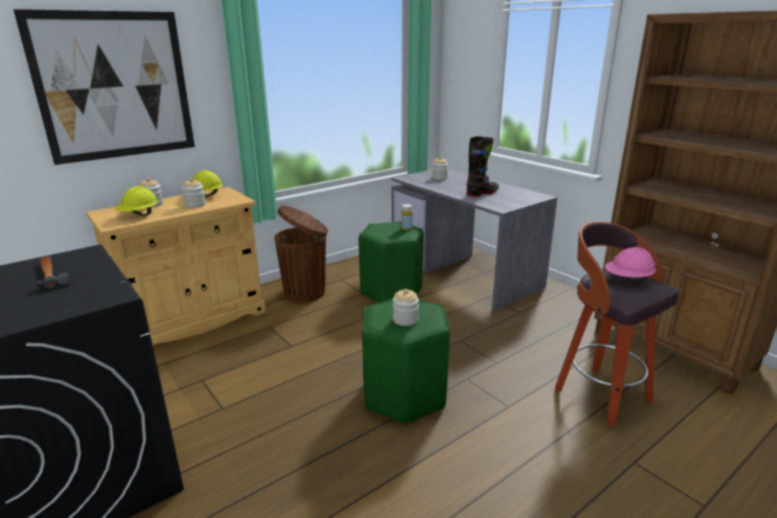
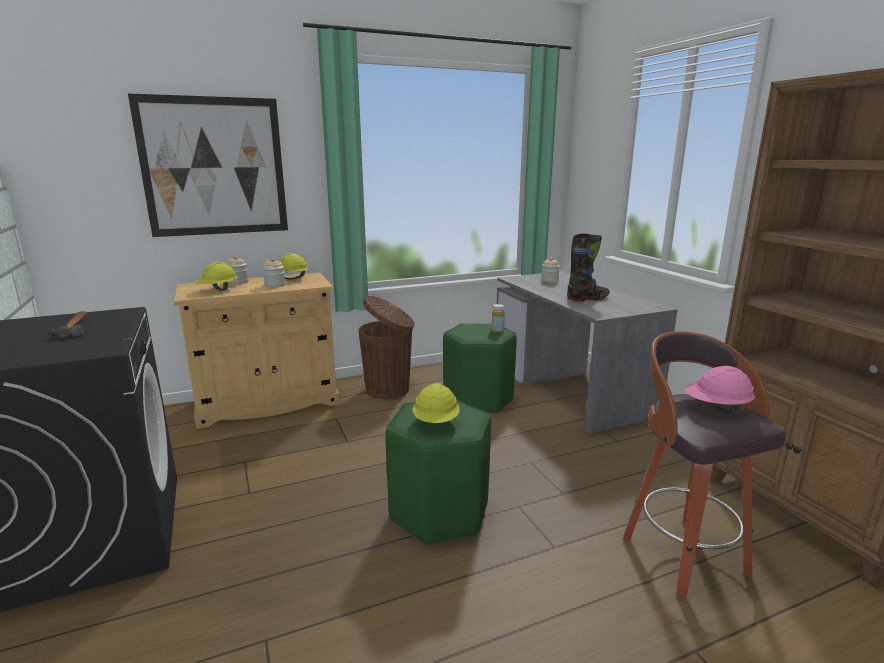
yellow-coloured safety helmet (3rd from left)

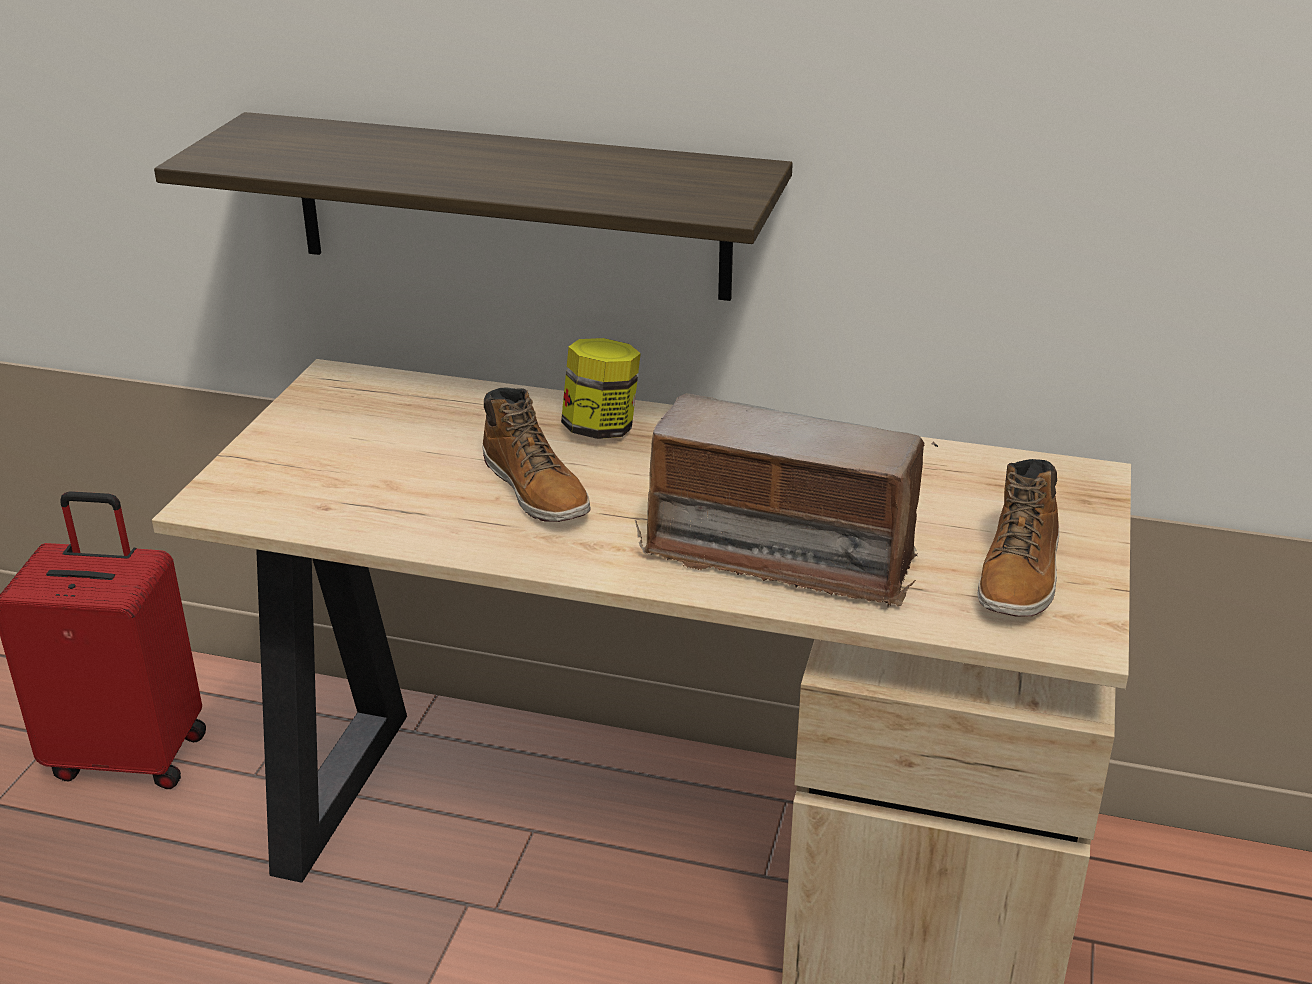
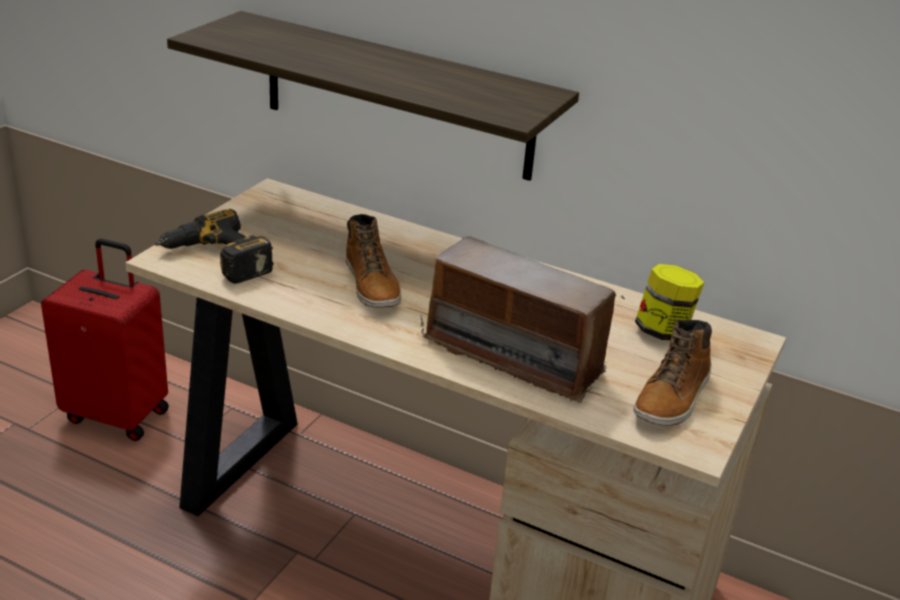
electric drill
jar

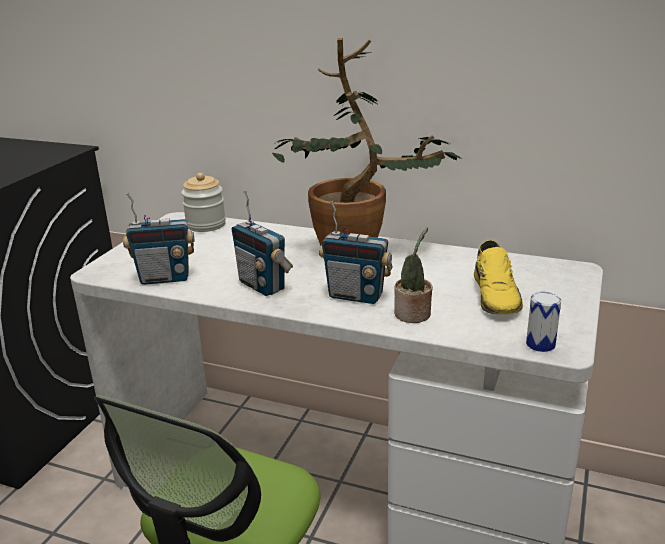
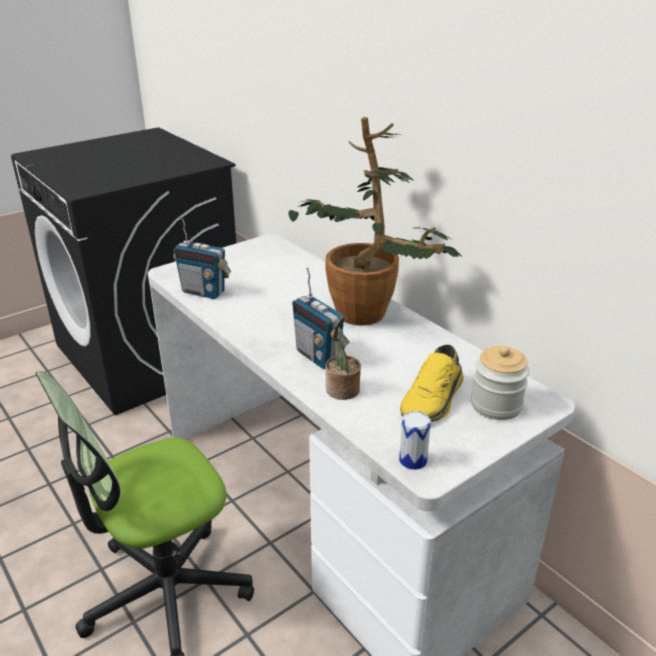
radio (2nd from left in the first image)
jar

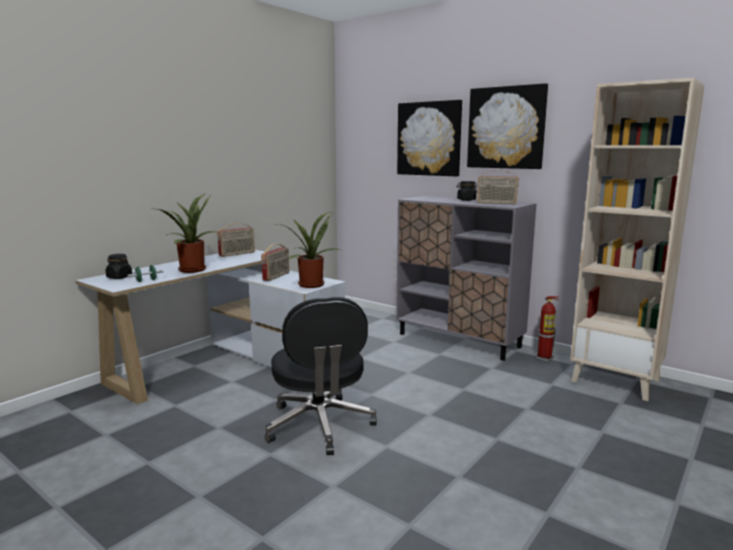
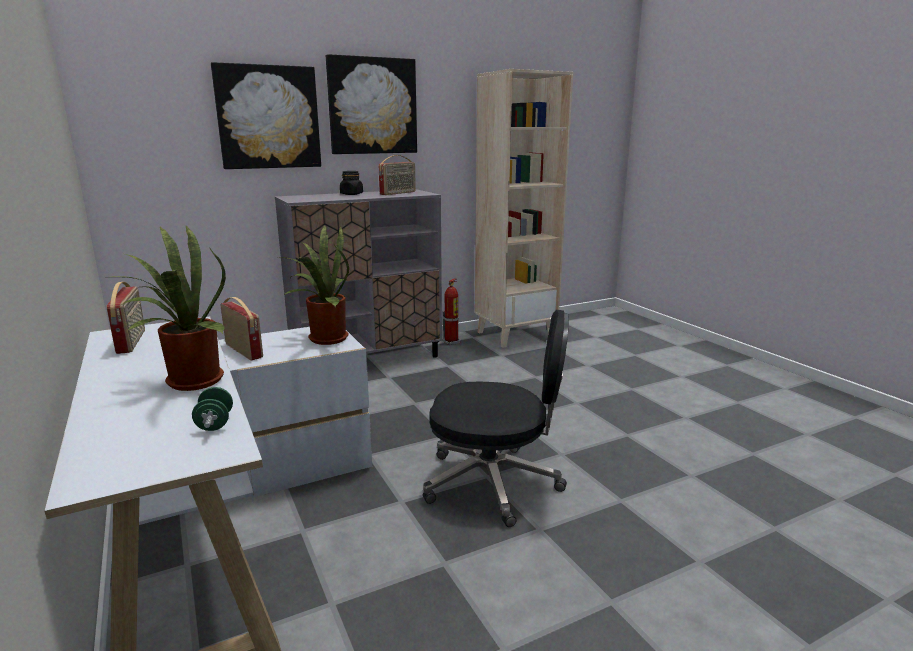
black-coloured jar (1st from left in the first image)

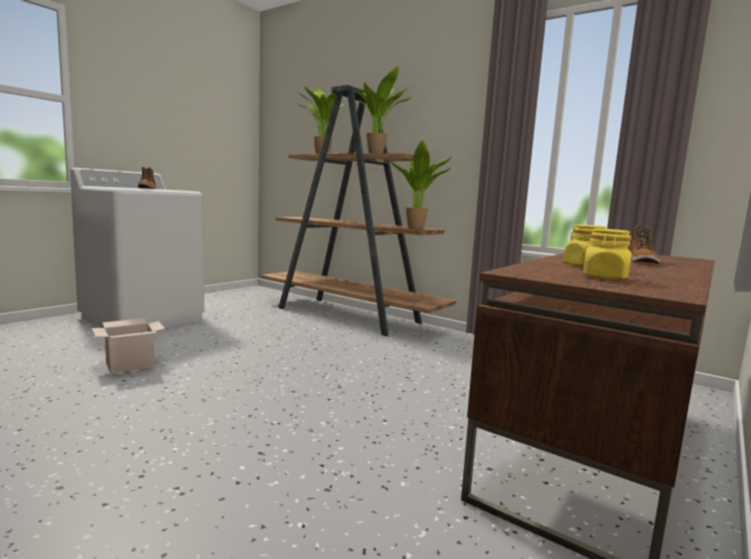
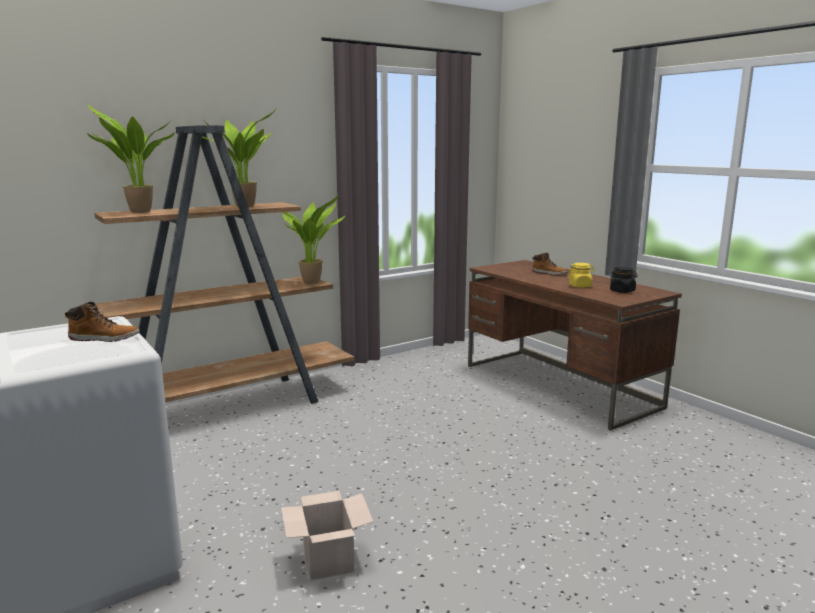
black-coloured jar

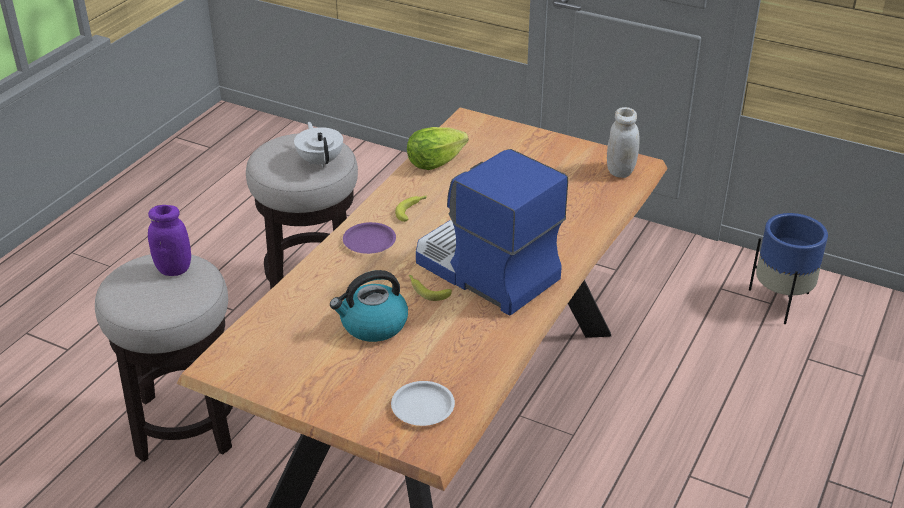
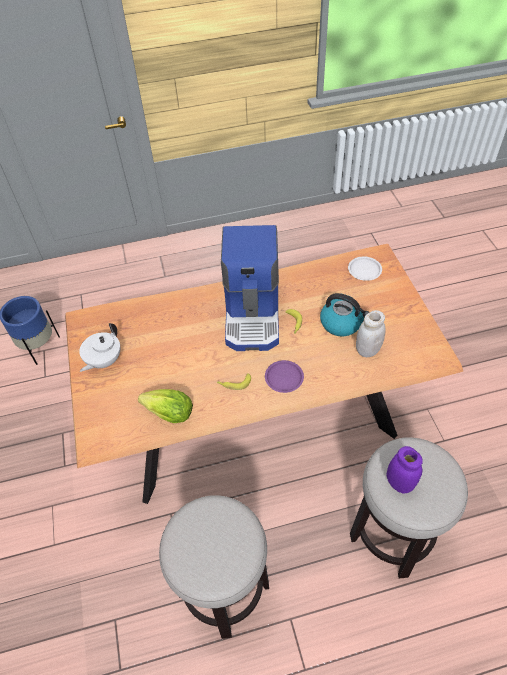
white-coloured teapot
white-coloured jar

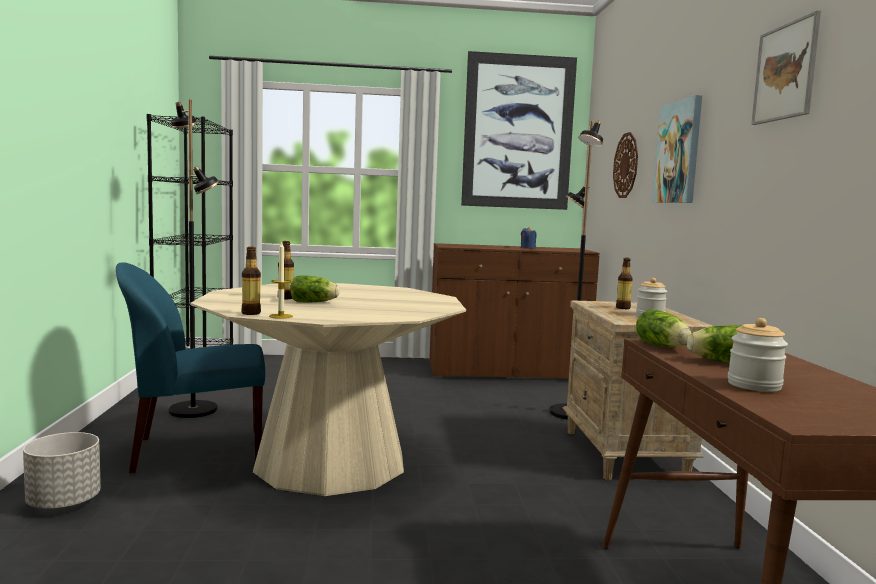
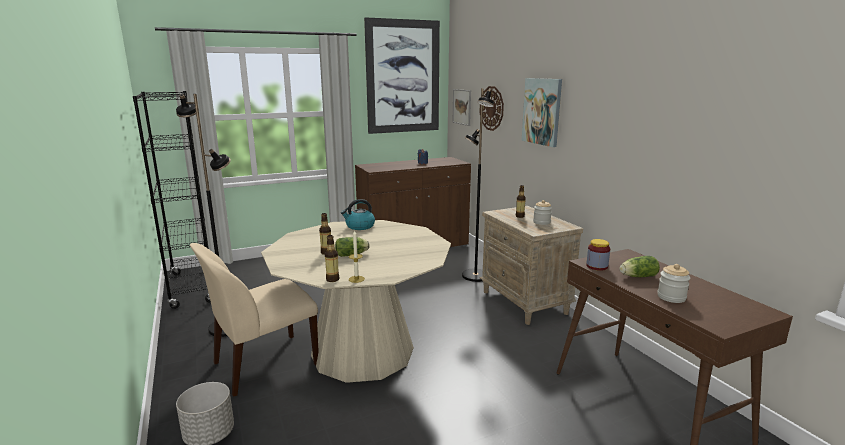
kettle
wall picture (2nd from left)
jar (2nd from left)
beige upright chair

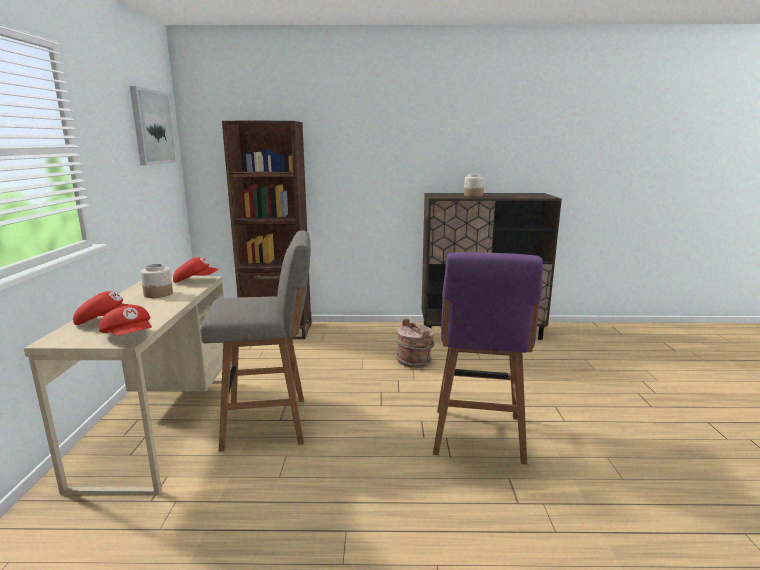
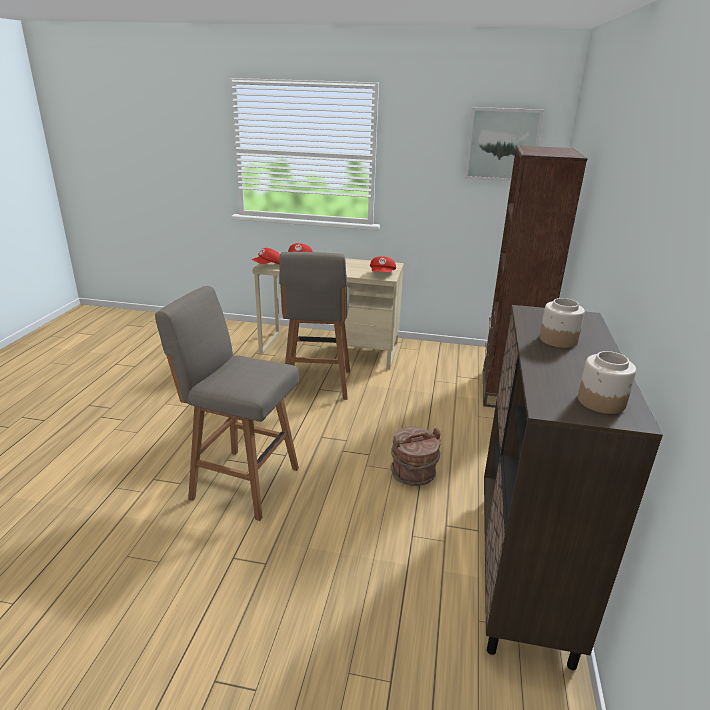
jar (2nd from left)
greyish stool (1st from left)

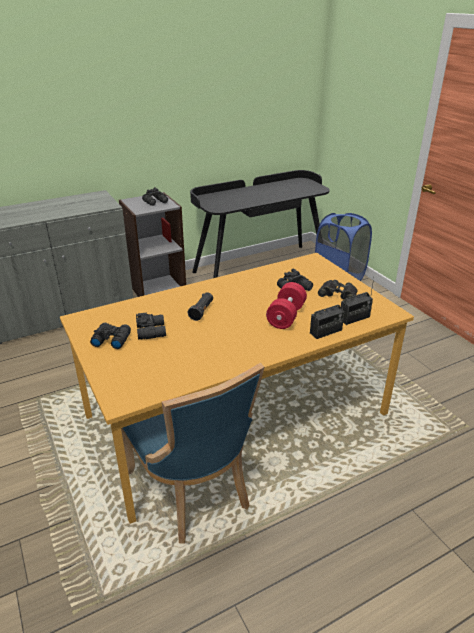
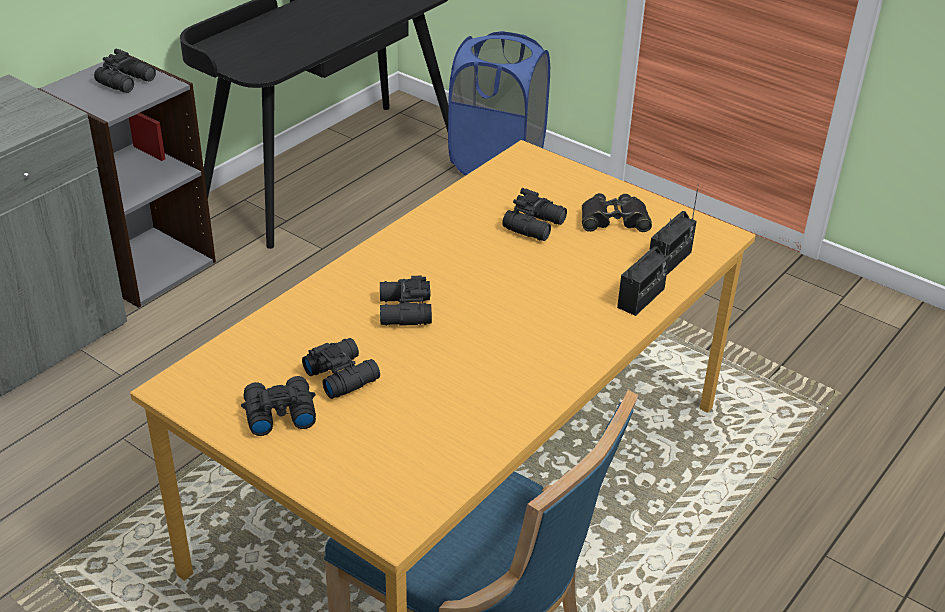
red-coloured free weight
black-coloured field glasses (4th from left)

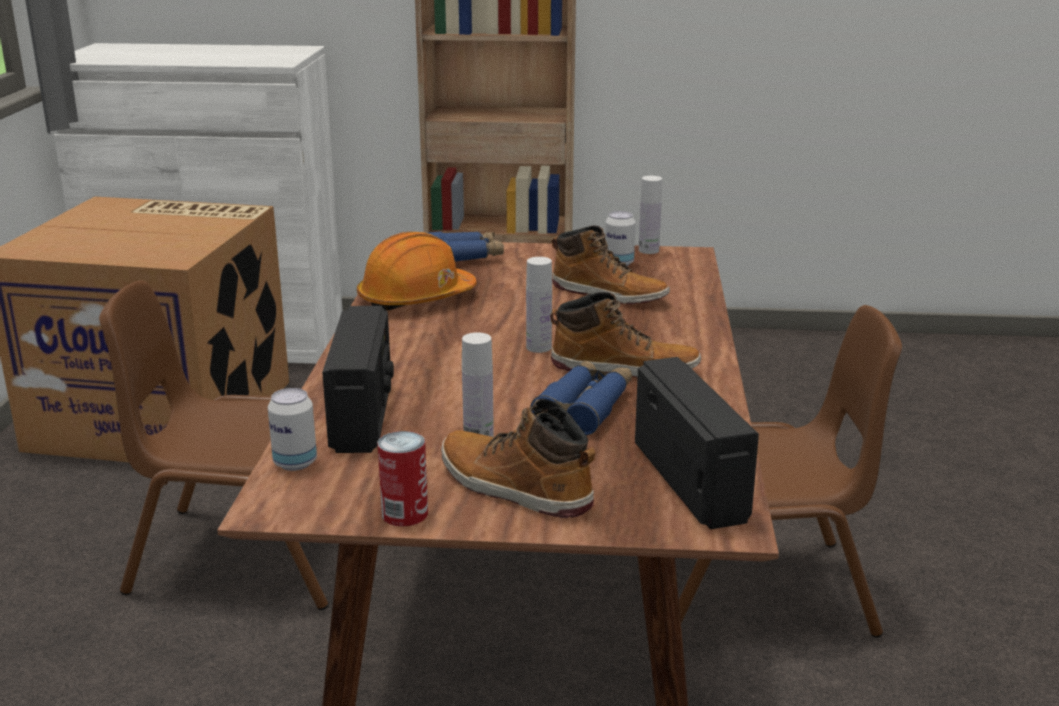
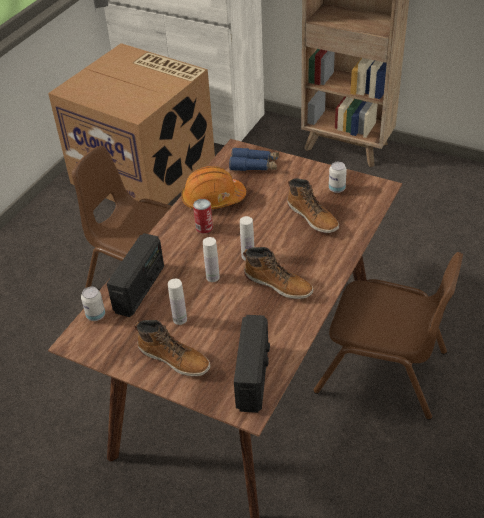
bluish field glasses (2nd from left in the first image)
sealed can (2nd from left)
white-coloured bottle (2nd from left)
boot (1st from left)

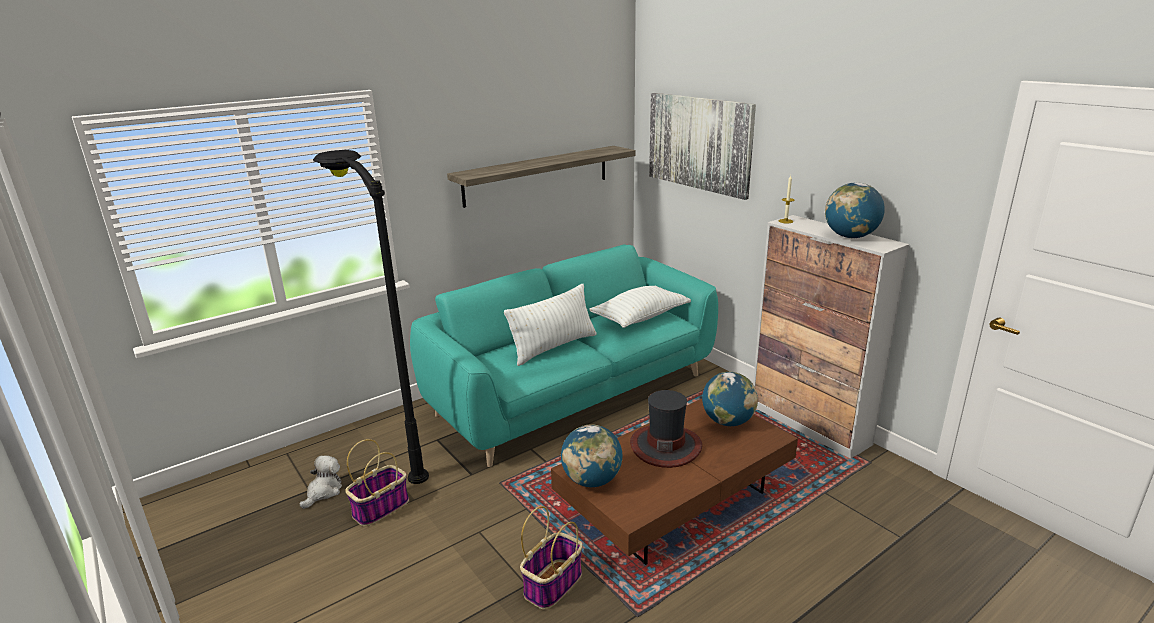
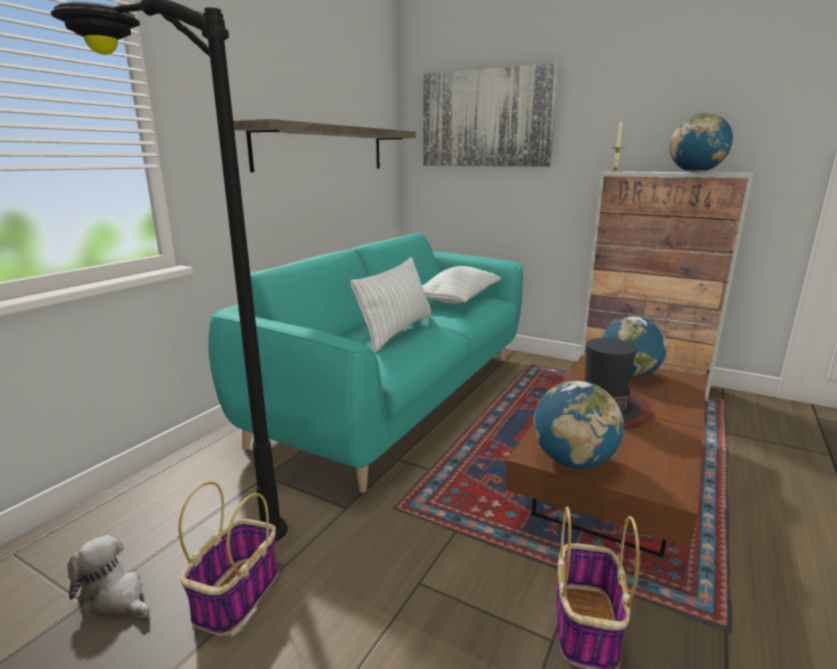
cuddly toy

